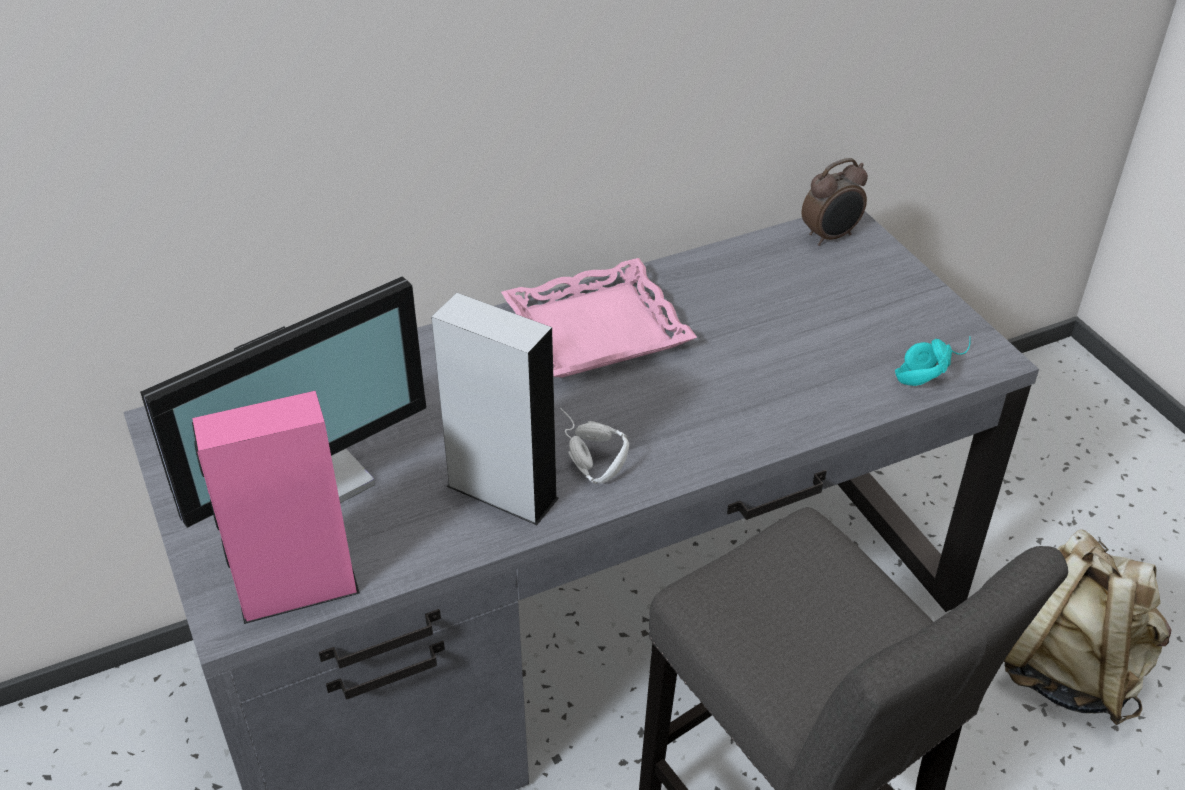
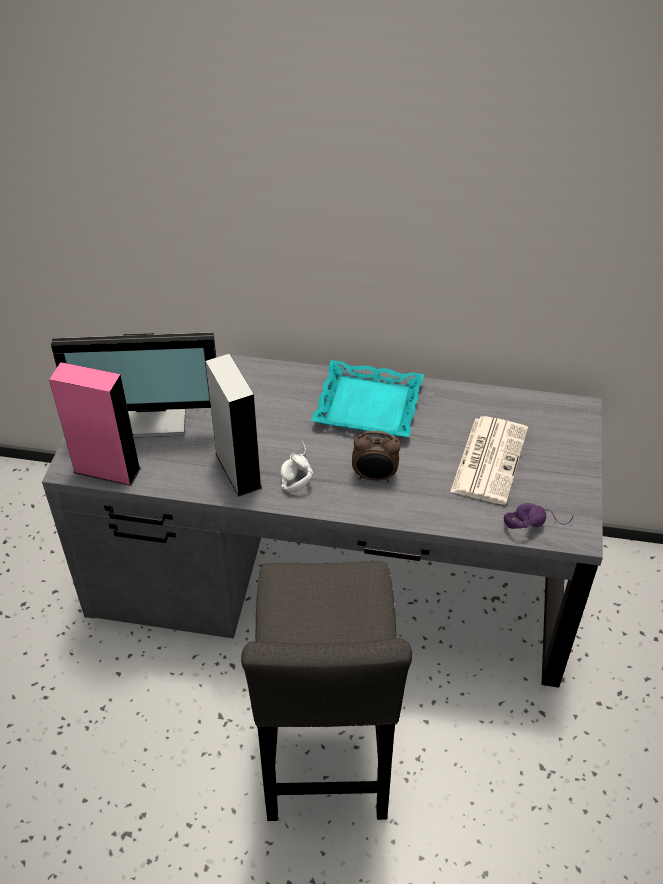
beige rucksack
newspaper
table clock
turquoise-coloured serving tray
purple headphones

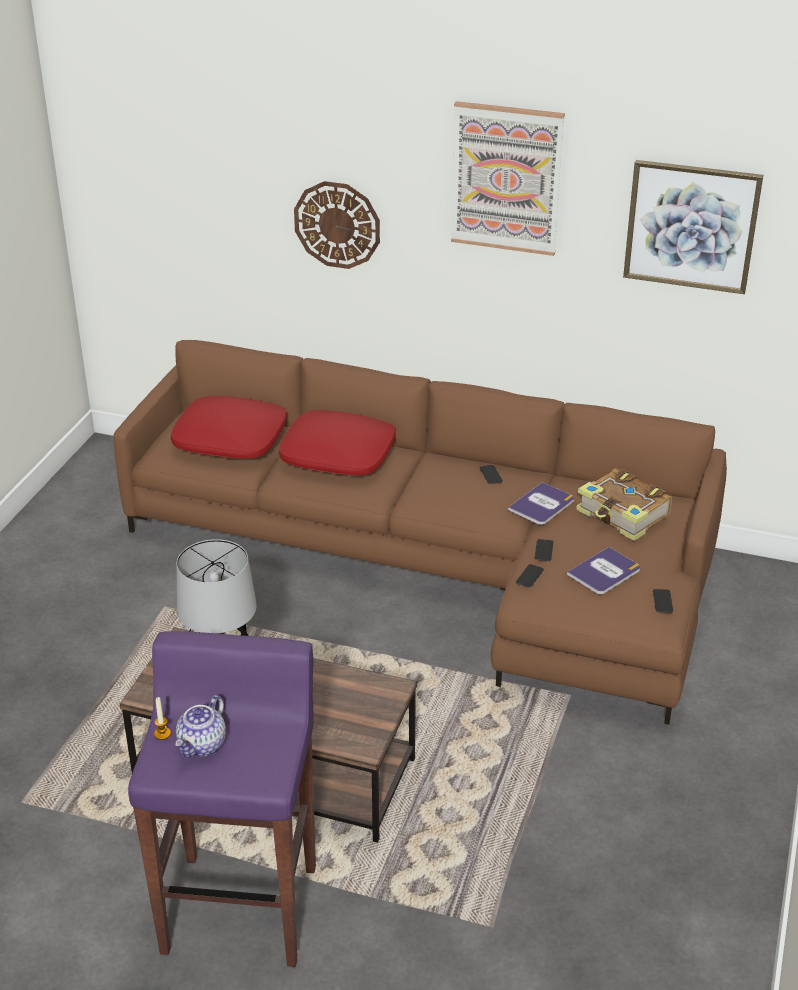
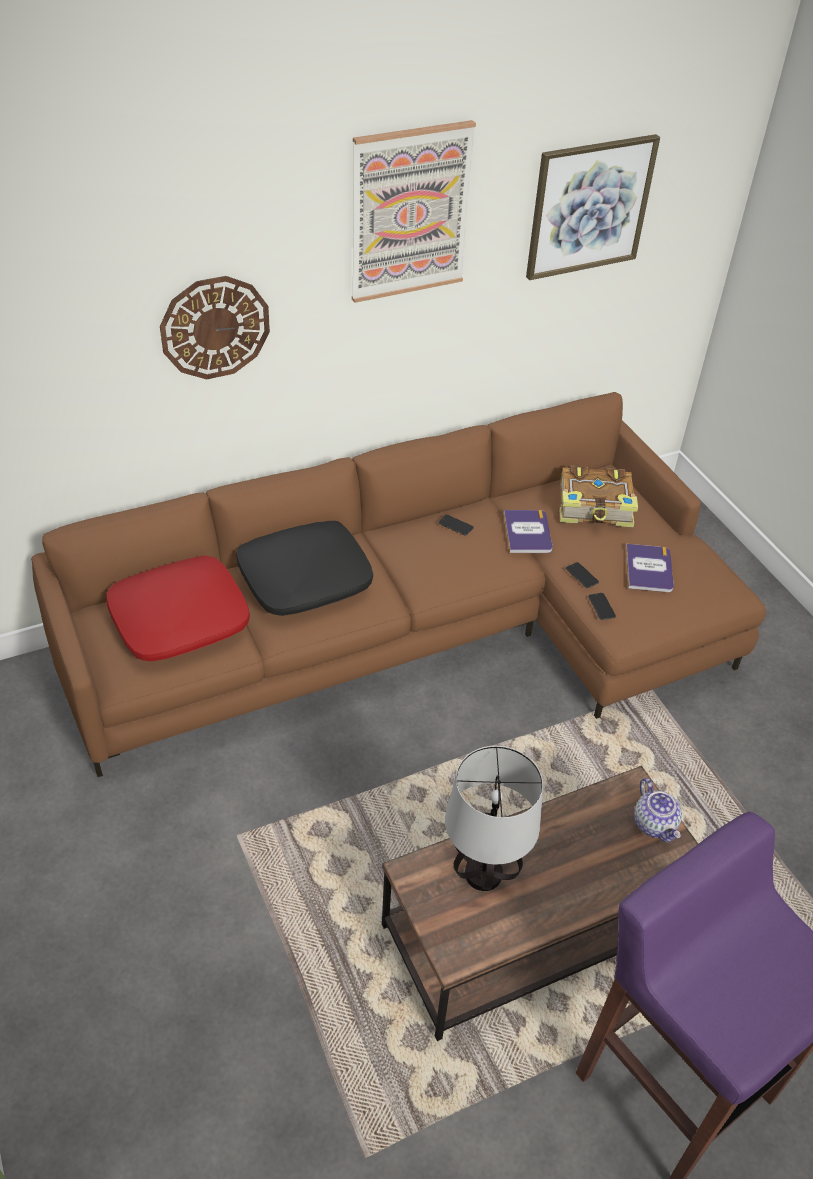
wax candle
handset (4th from left in the first image)
teapot
black-coloured throw pillow

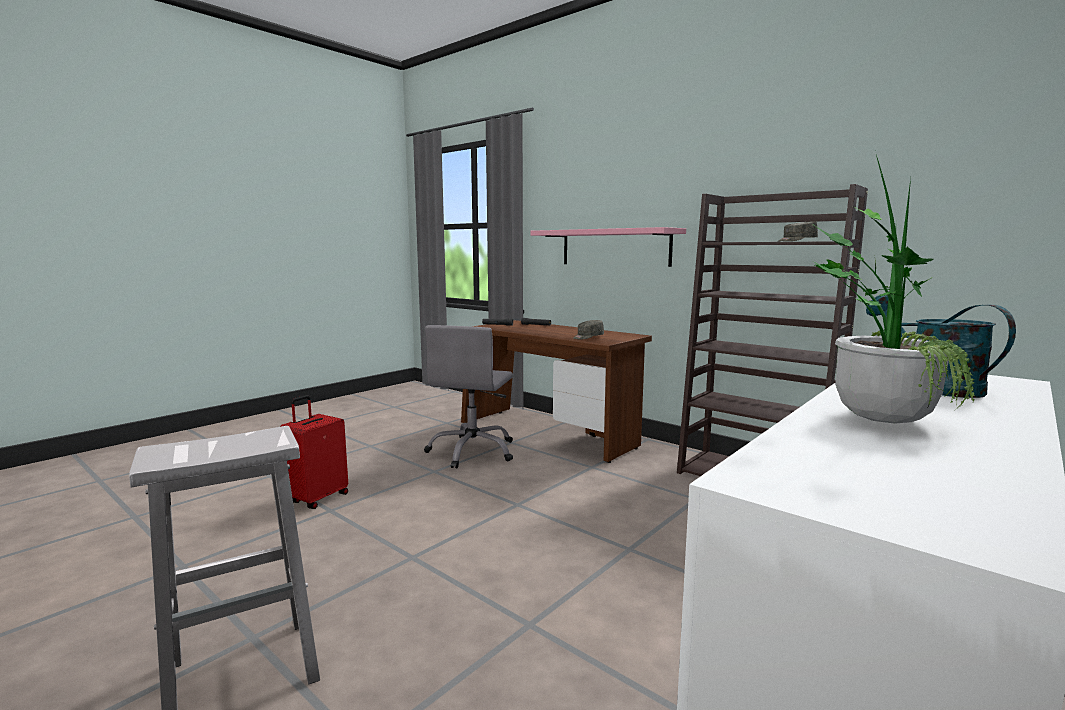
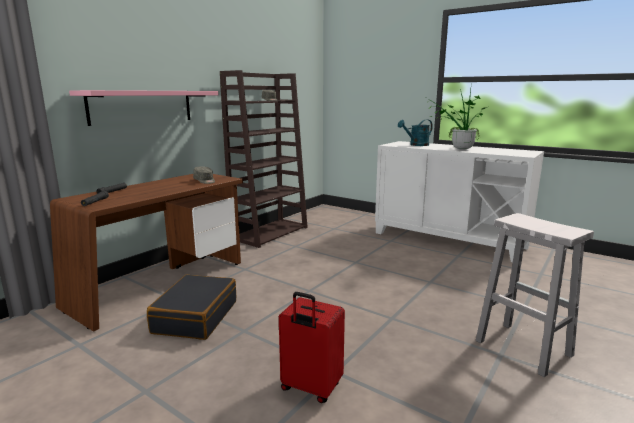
black-coloured piece of luggage

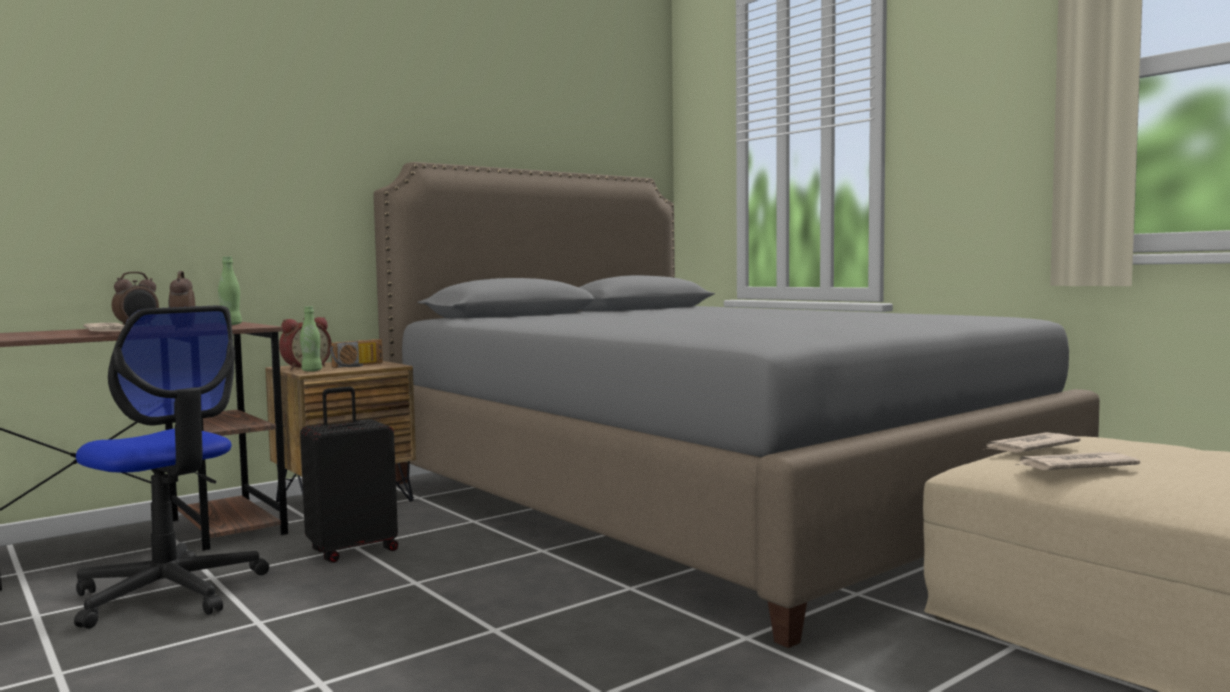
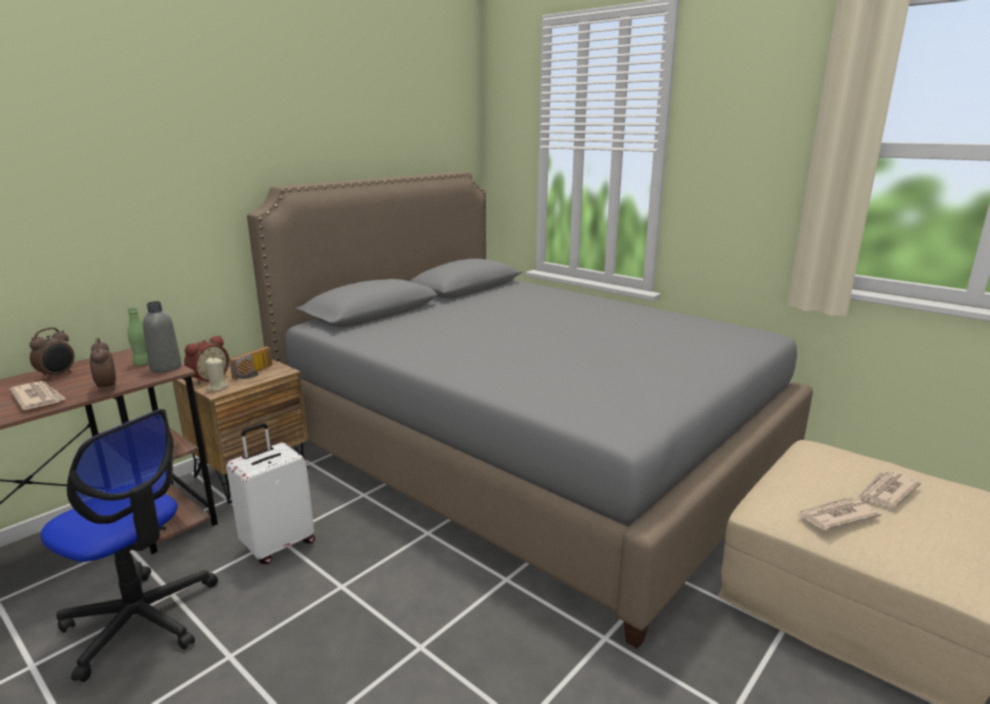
greyish bottle
newspaper (3rd from left)
beige wax candle
white-coloured piece of luggage

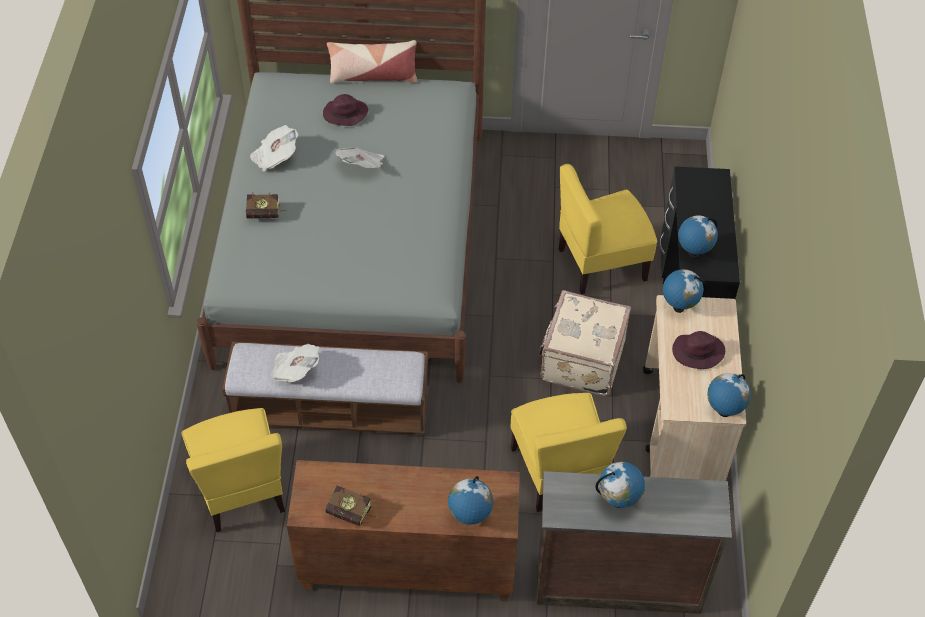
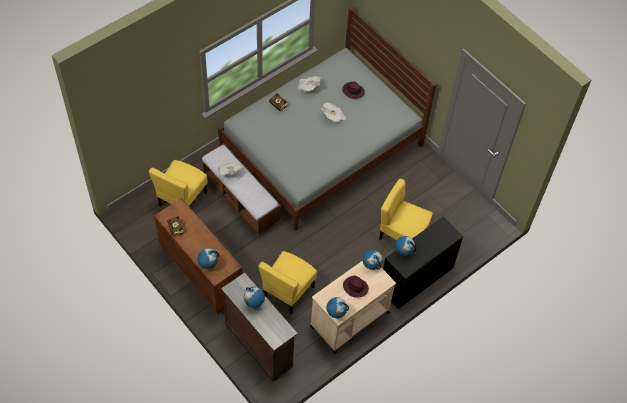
throw pillow
beige piece of luggage

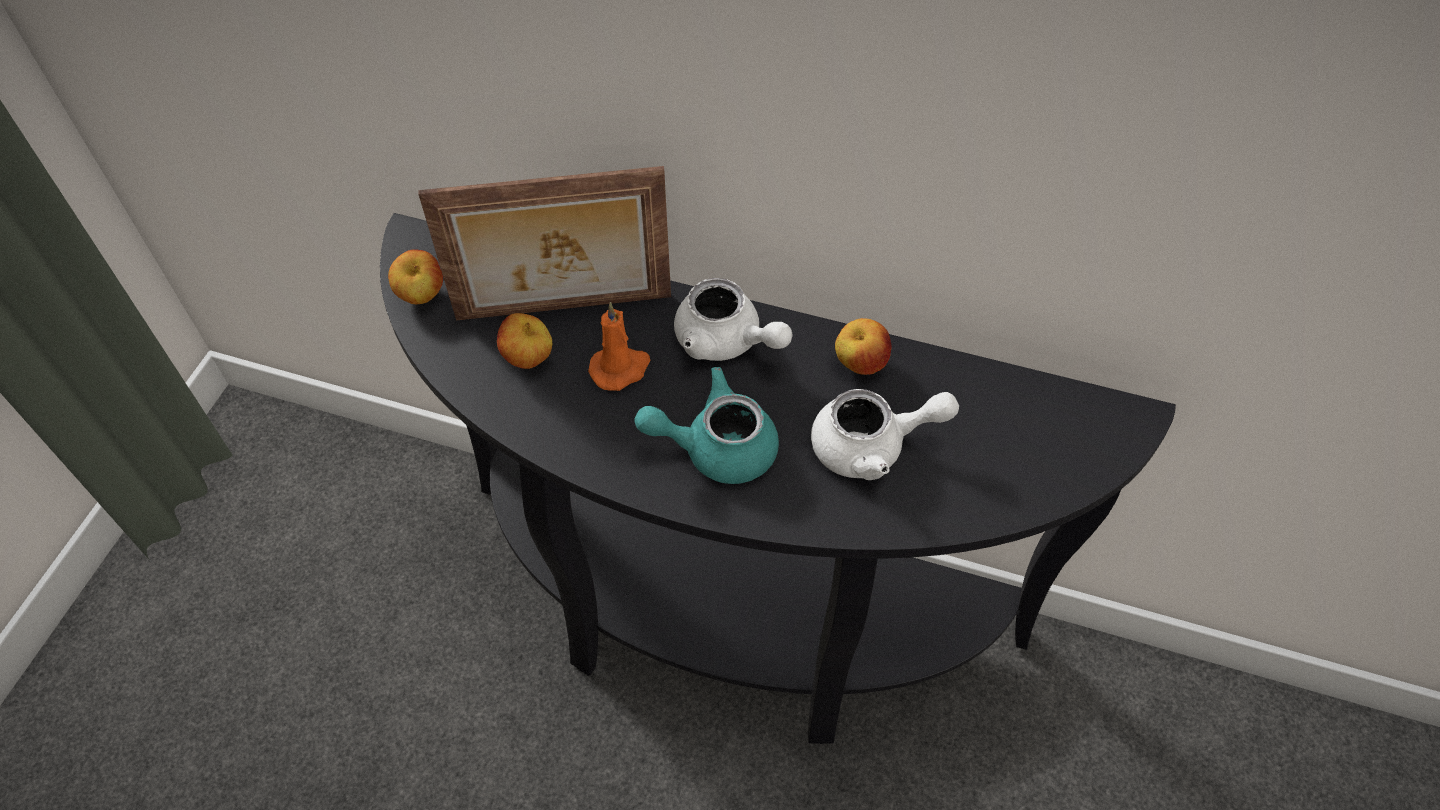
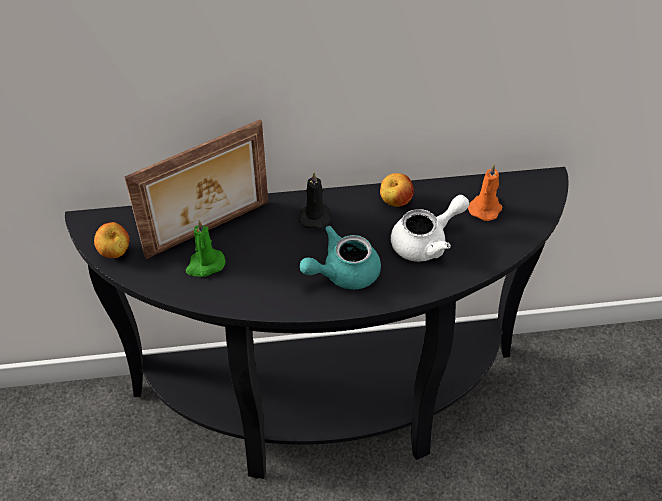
orange wax candle
green wax candle
black-coloured wax candle

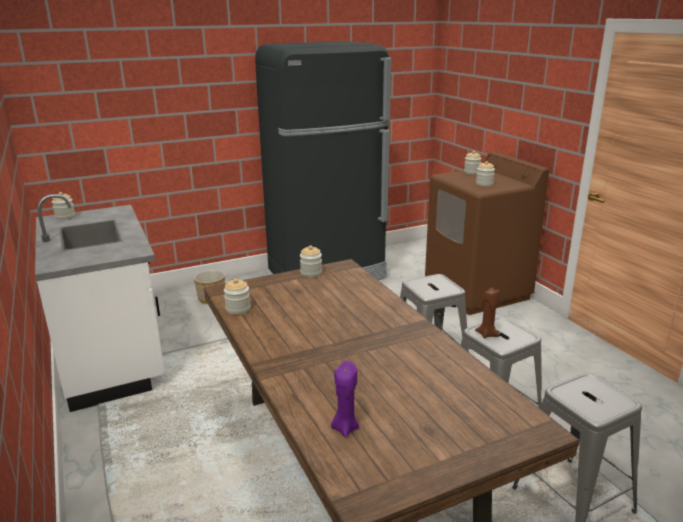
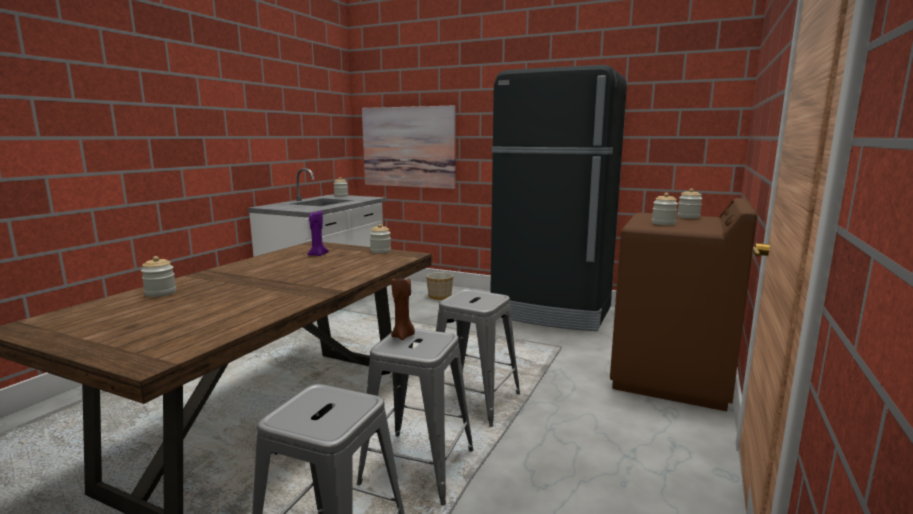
wall picture
jar (1st from left)
purple wax candle

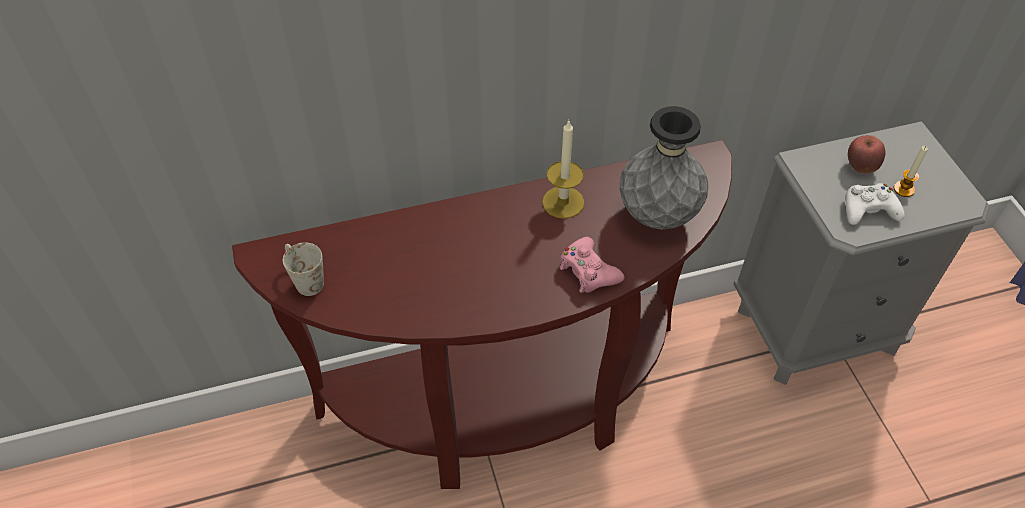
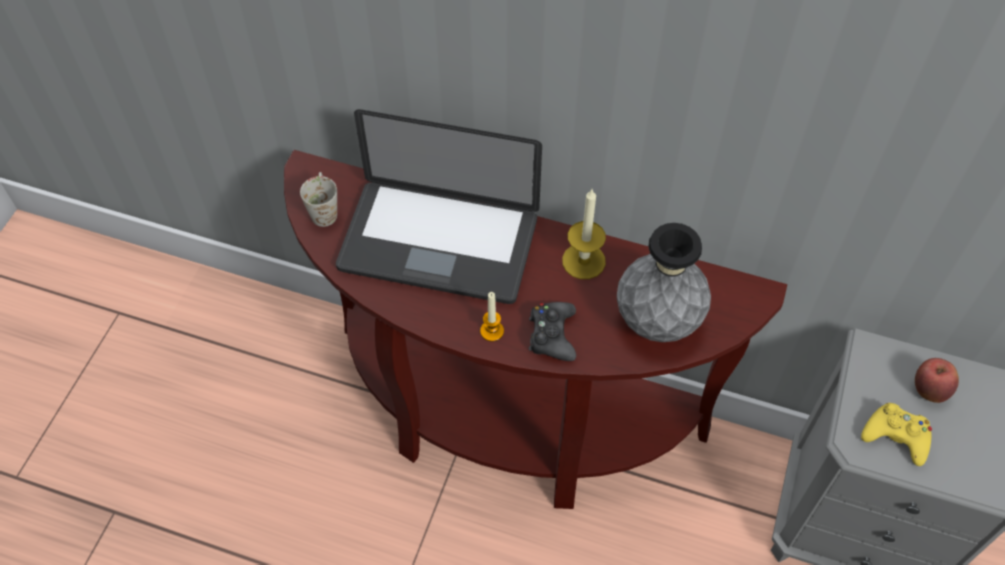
notebook computer
wax candle (1st from left)
black-coloured joypad
yellow-coloured joypad

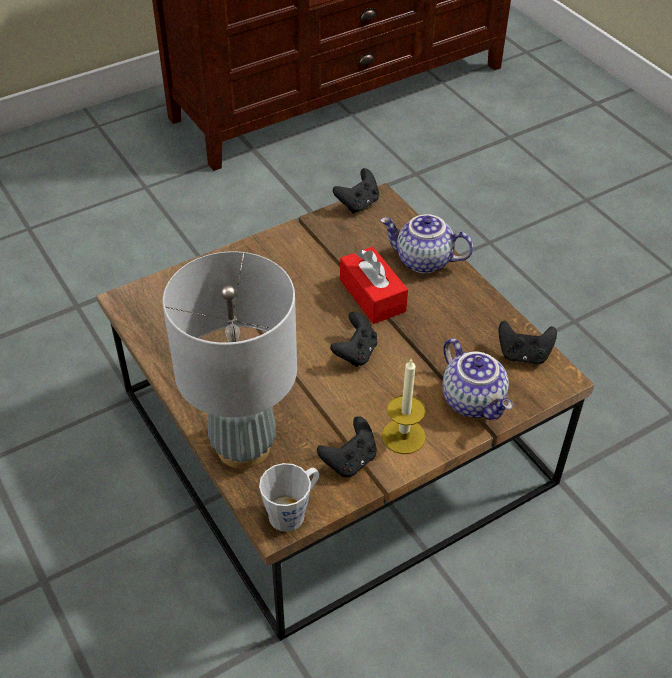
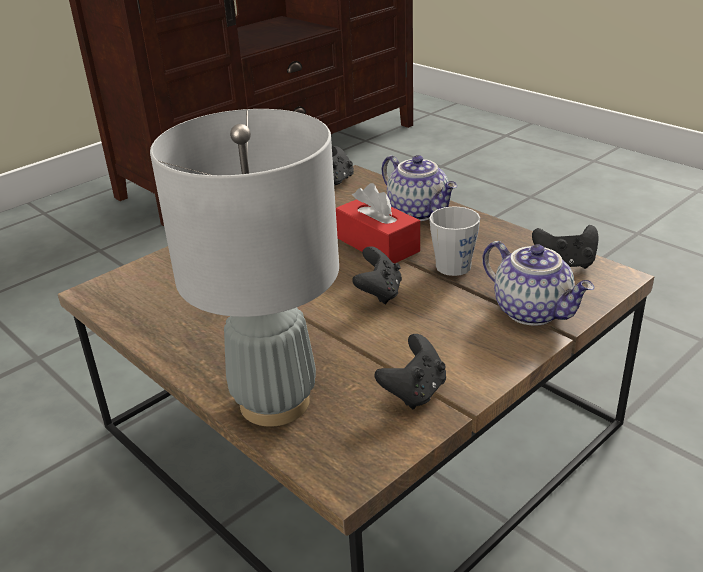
wax candle
greyish coffee mug
teapot (1st from left)

